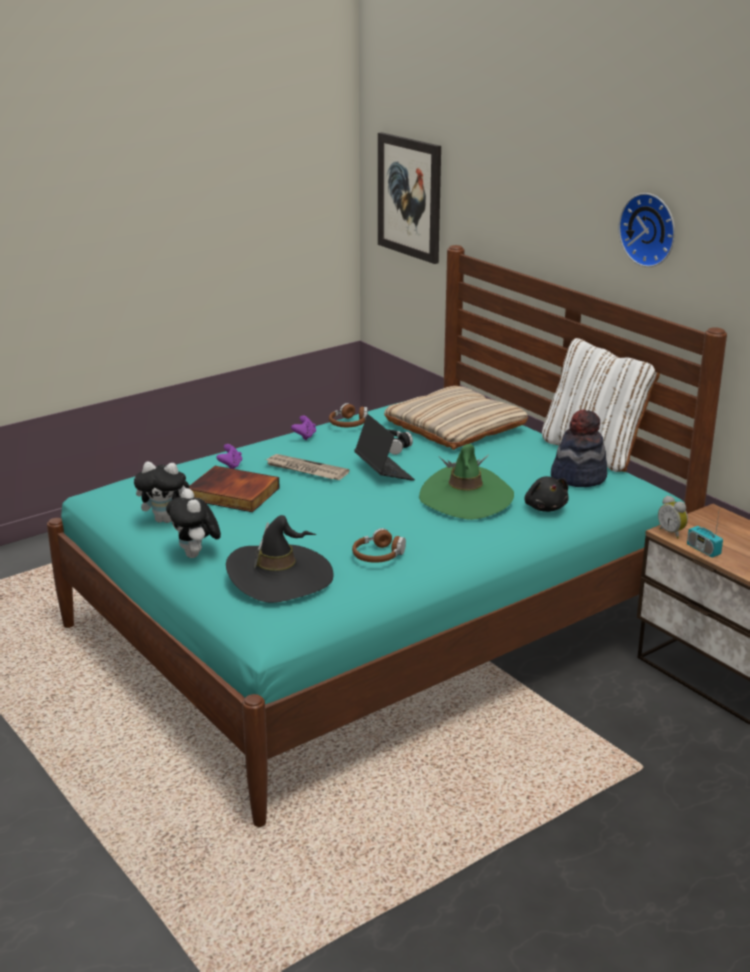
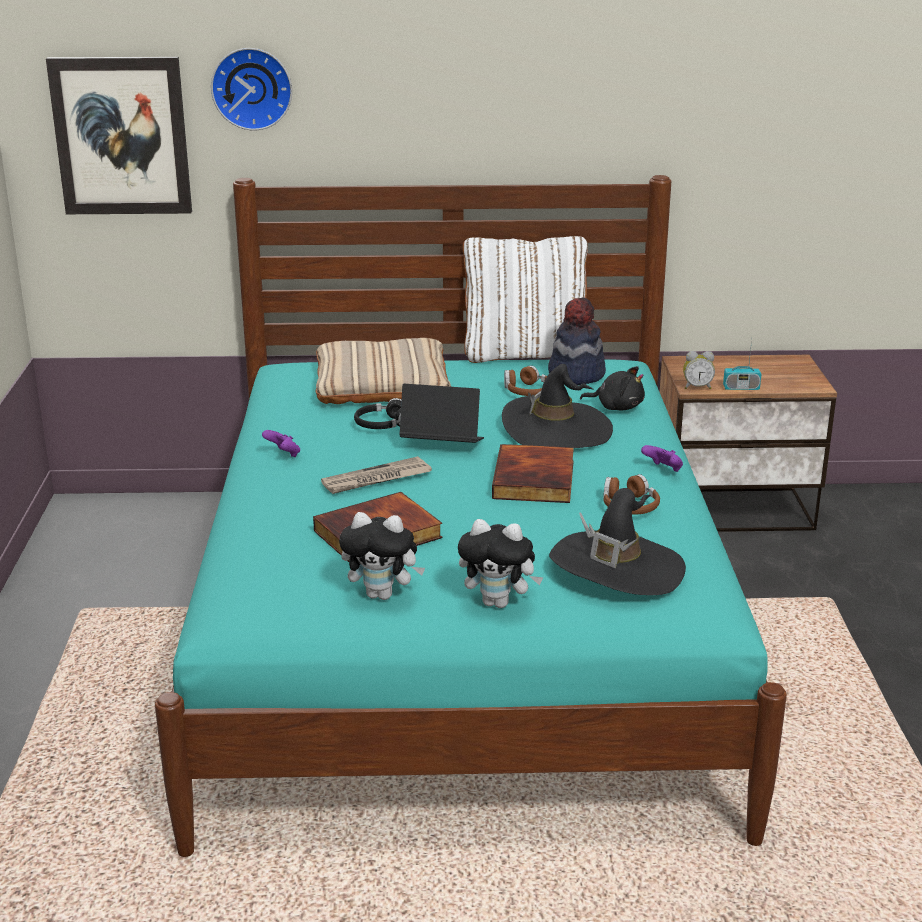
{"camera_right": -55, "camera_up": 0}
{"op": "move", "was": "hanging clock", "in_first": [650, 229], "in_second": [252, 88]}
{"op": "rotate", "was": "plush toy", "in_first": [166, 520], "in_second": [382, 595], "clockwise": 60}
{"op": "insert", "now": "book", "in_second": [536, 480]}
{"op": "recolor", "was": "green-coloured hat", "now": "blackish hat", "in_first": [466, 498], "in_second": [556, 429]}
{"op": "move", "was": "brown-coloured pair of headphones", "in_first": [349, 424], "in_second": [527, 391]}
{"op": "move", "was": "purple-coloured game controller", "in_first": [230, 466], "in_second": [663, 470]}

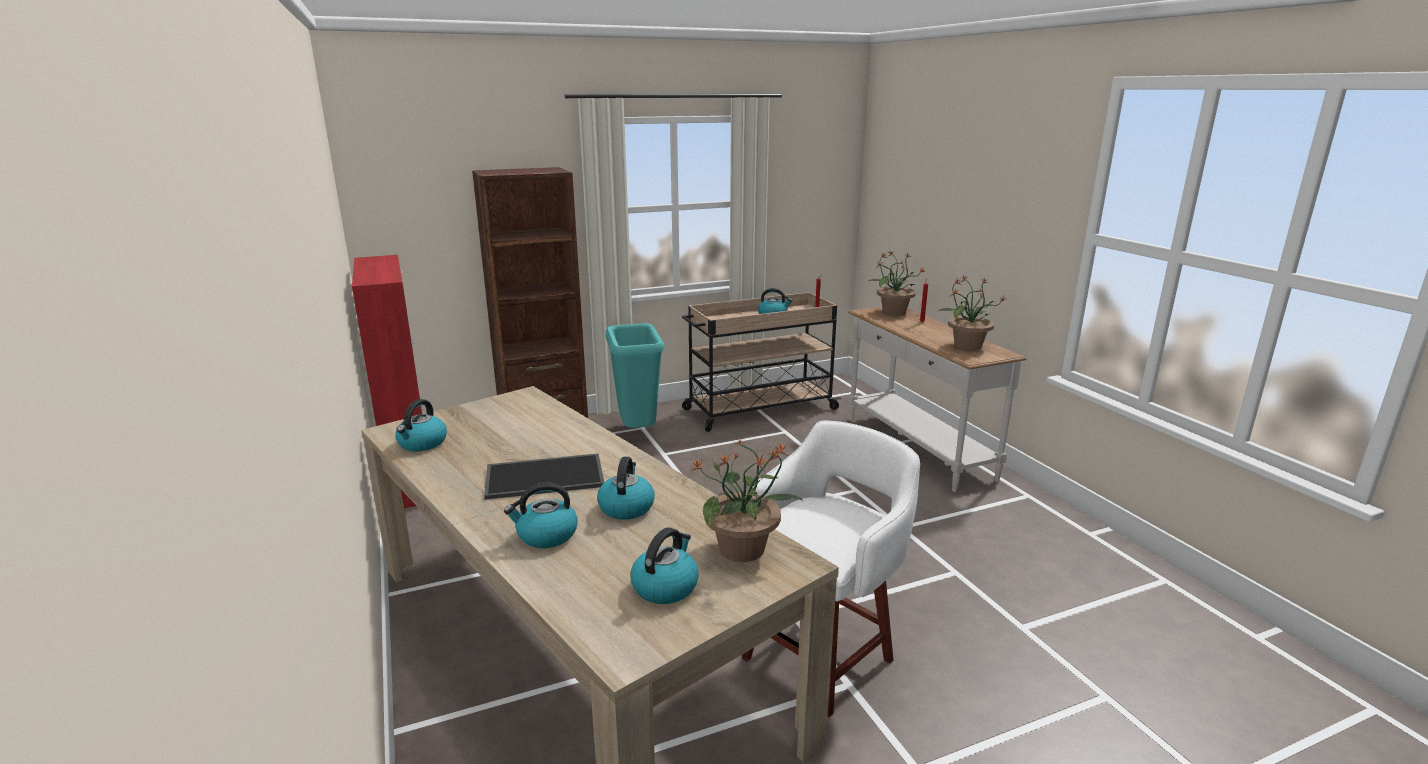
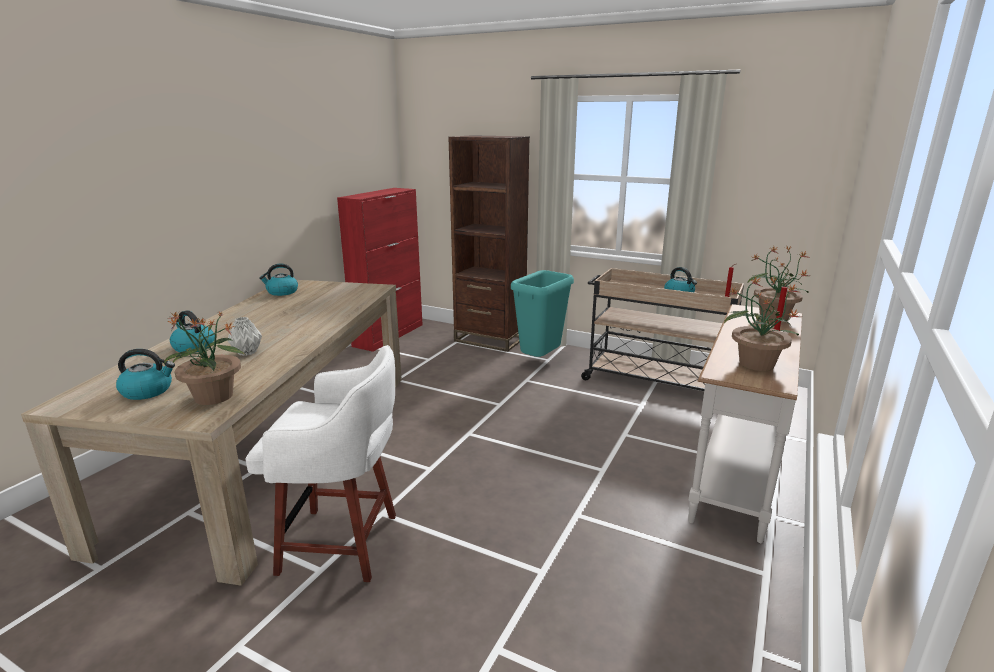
{"camera_right": 50, "camera_up": 0}
{"op": "replace", "was": "kettle", "now": "greyish vase", "in_first": [626, 507], "in_second": [247, 352]}
{"op": "delete", "was": "carrying tray", "in_first": [546, 476]}

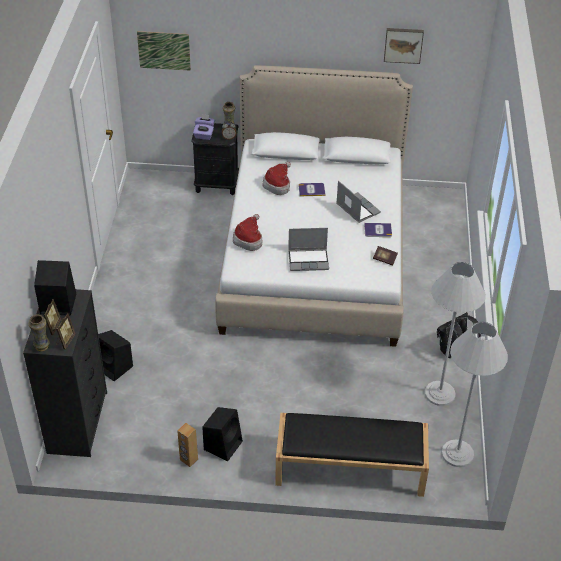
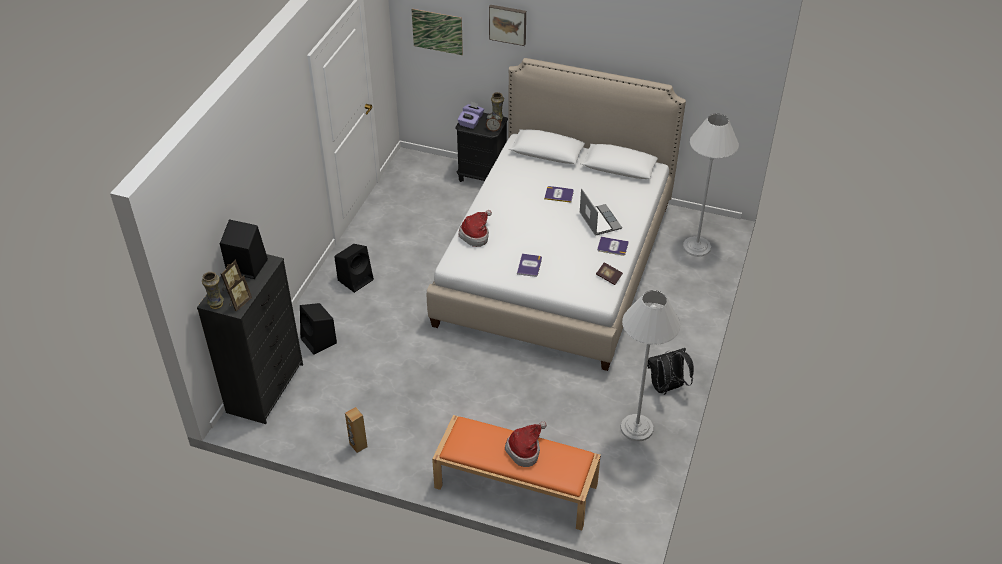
{"camera_right": 15, "camera_up": 0}
{"op": "move", "was": "blackish loudspeaker", "in_first": [223, 444], "in_second": [356, 279]}
{"op": "recolor", "was": "blackish long seat", "now": "orange long seat", "in_first": [349, 468], "in_second": [514, 486]}
{"op": "move", "was": "picture", "in_first": [403, 44], "in_second": [508, 24]}
{"op": "move", "was": "hat", "in_first": [278, 185], "in_second": [525, 450]}
{"op": "replace", "was": "notebook computer", "now": "book", "in_first": [309, 260], "in_second": [529, 265]}
{"op": "move", "was": "whitish standard lamp", "in_first": [457, 453], "in_second": [696, 247]}

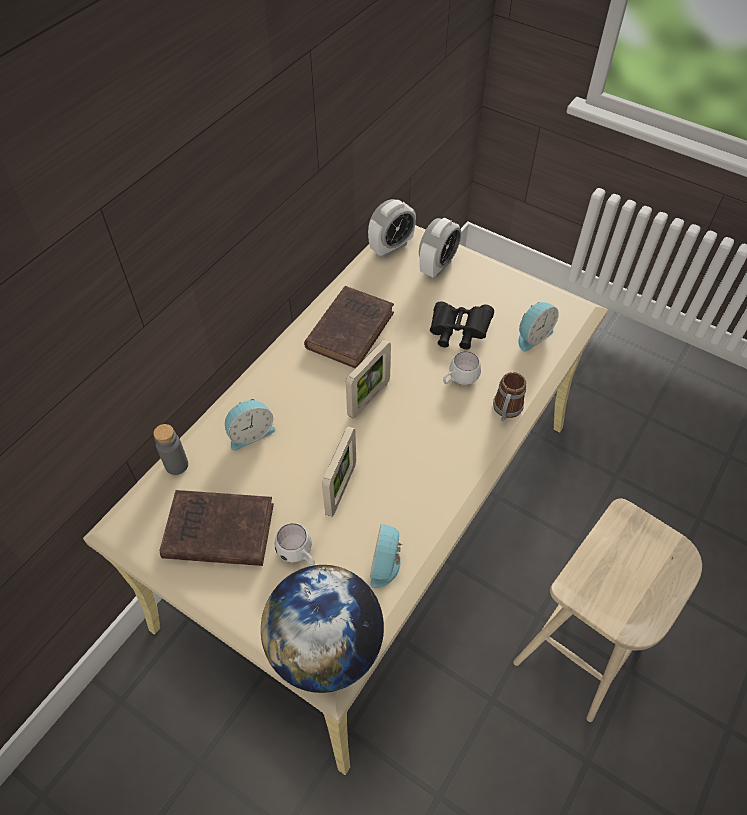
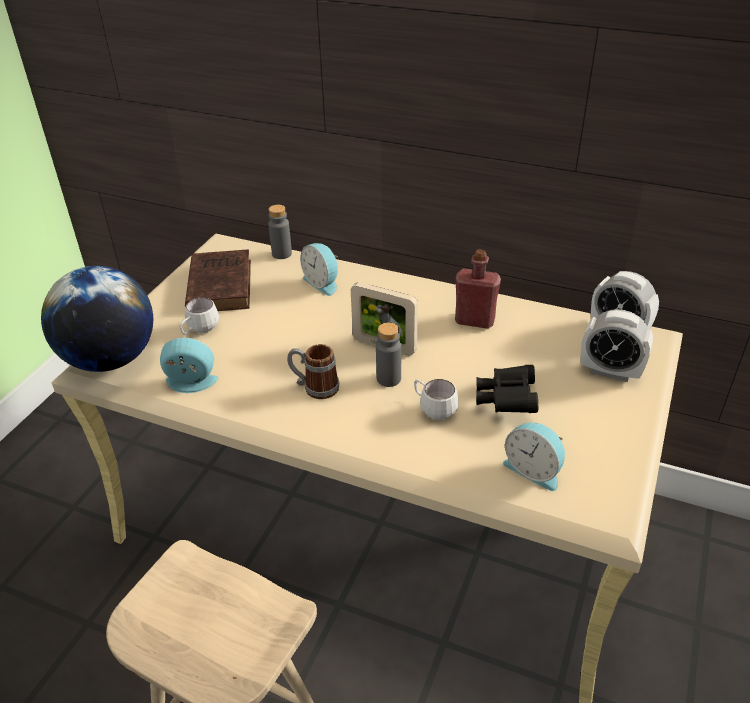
{"camera_right": 80, "camera_up": -15}
{"op": "move", "was": "tea mug", "in_first": [506, 411], "in_second": [315, 387]}
{"op": "insert", "now": "greyish bottle", "in_second": [388, 379]}
{"op": "replace", "was": "brown-coloured book", "now": "reddish bottle", "in_first": [351, 329], "in_second": [474, 321]}
{"op": "delete", "was": "photo frame", "in_first": [341, 489]}

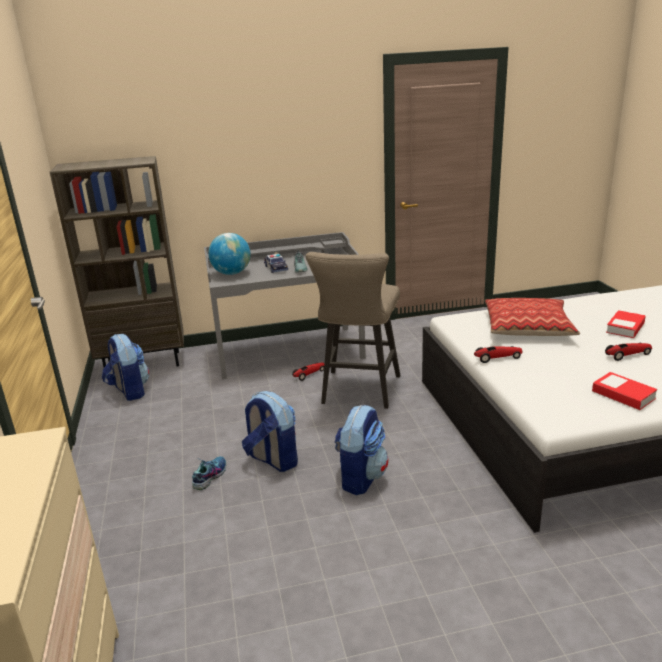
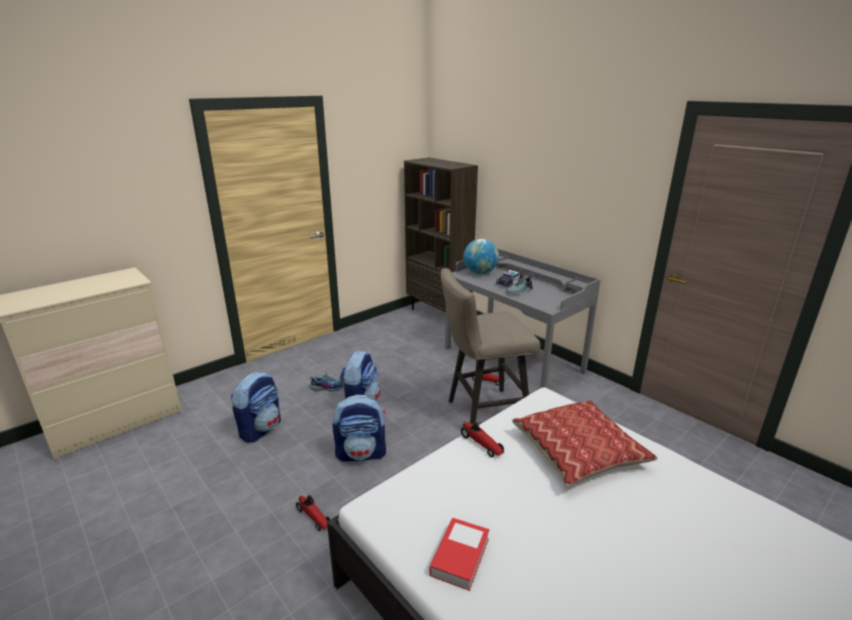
{"camera_right": 60, "camera_up": 0}
{"op": "move", "was": "knapsack", "in_first": [129, 391], "in_second": [261, 429]}
{"op": "move", "was": "model car", "in_first": [627, 355], "in_second": [313, 516]}
{"op": "delete", "was": "book", "in_first": [625, 328]}

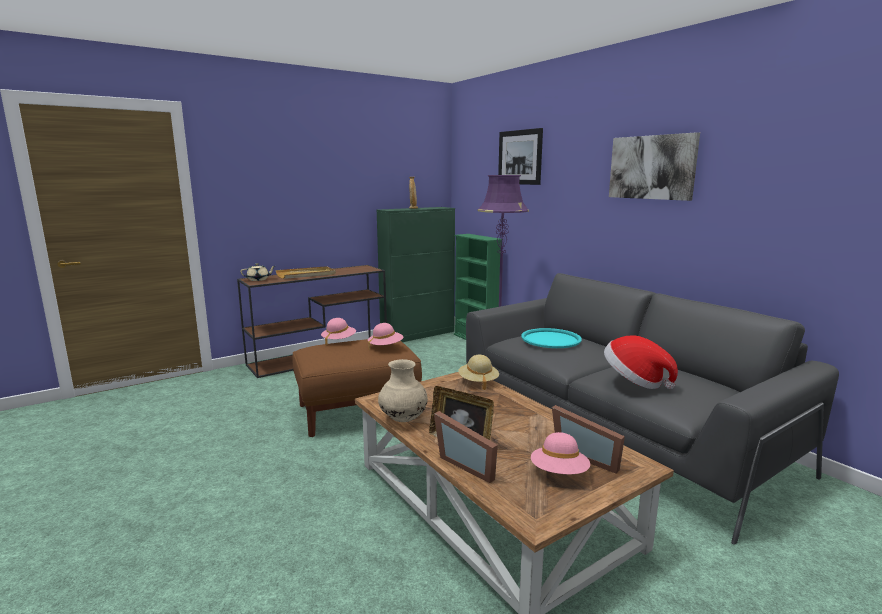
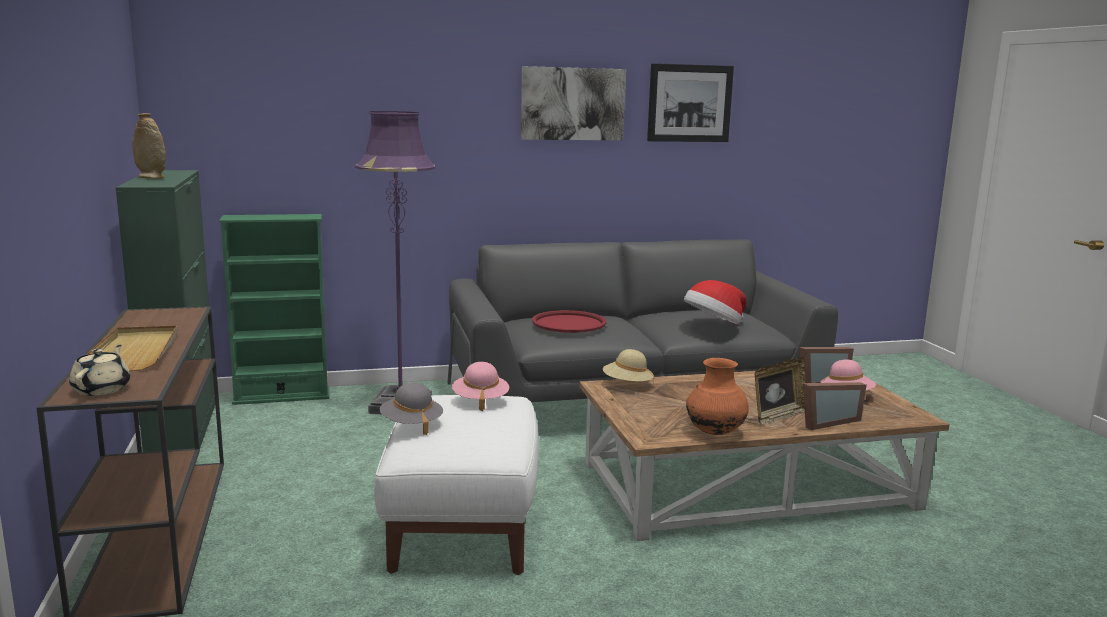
{"camera_right": -70, "camera_up": 0}
{"op": "recolor", "was": "brown-coloured ottoman", "now": "whitish ottoman", "in_first": [358, 411], "in_second": [463, 524]}
{"op": "recolor", "was": "pink-coloured hat", "now": "greyish hat", "in_first": [339, 341], "in_second": [411, 424]}
{"op": "recolor", "was": "turquoise-coloured carrying tray", "now": "reddish carrying tray", "in_first": [550, 339], "in_second": [569, 323]}
{"op": "move", "was": "picture", "in_first": [520, 157], "in_second": [689, 103]}
{"op": "recolor", "was": "beige-coloured vase", "now": "orange vase", "in_first": [403, 419], "in_second": [715, 432]}

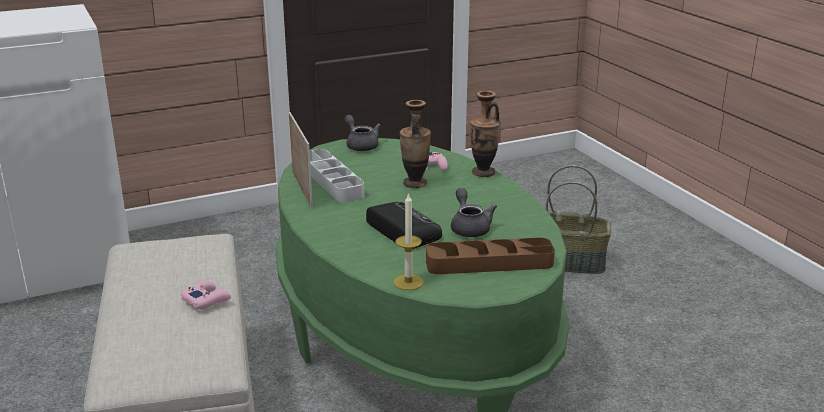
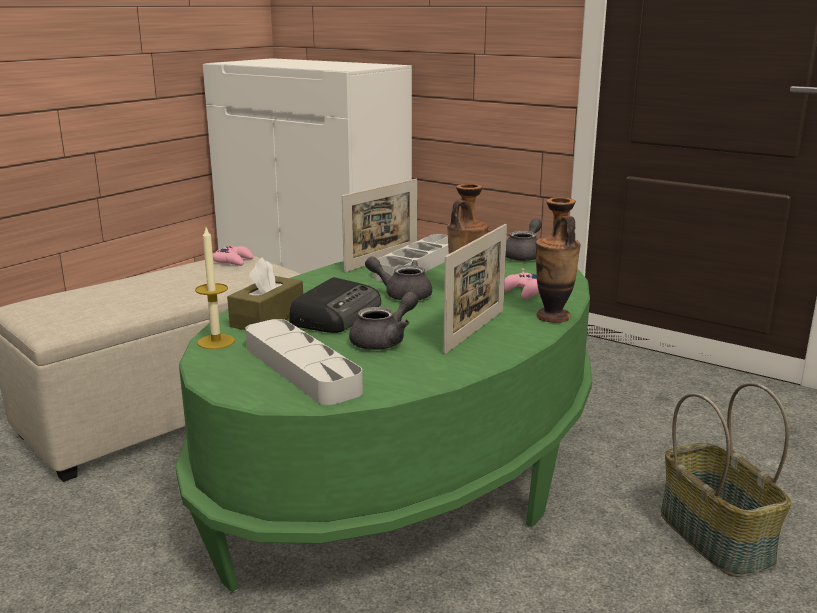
{"camera_right": 60, "camera_up": -5}
{"op": "move", "was": "pink-coloured game controller", "in_first": [206, 300], "in_second": [233, 261]}
{"op": "insert", "now": "brown-coloured box of tissues", "in_second": [267, 318]}
{"op": "recolor", "was": "brown-coloured carrying tray", "now": "greyish carrying tray", "in_first": [489, 263], "in_second": [301, 368]}
{"op": "insert", "now": "greyish pot for tea", "in_second": [402, 294]}
{"op": "insert", "now": "photo frame", "in_second": [475, 331]}

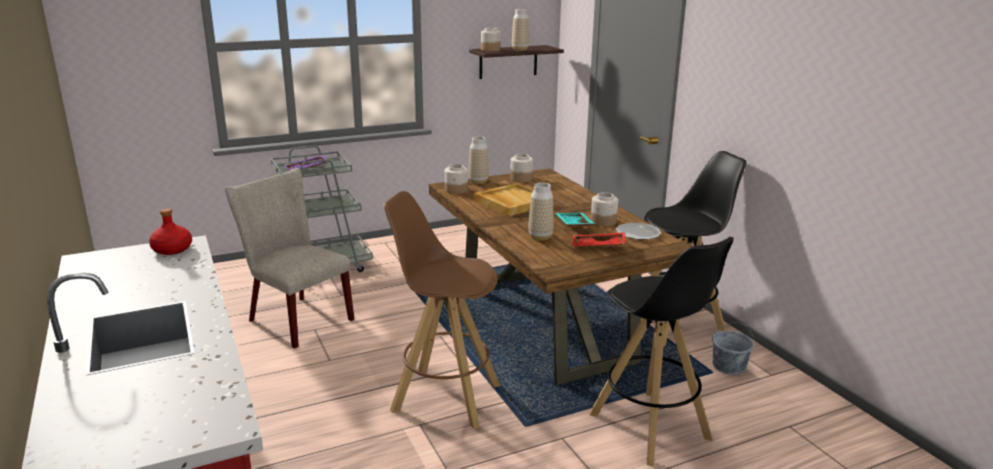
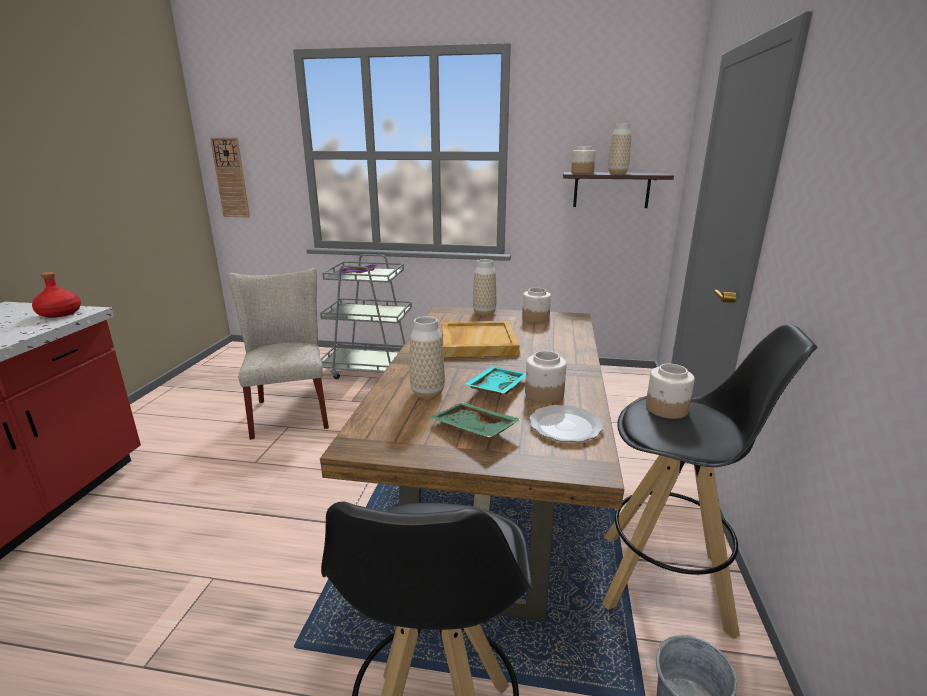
{"camera_right": 35, "camera_up": 0}
{"op": "insert", "now": "hanging clock", "in_second": [231, 178]}
{"op": "recolor", "was": "reddish carrying tray", "now": "green-coloured carrying tray", "in_first": [598, 247], "in_second": [473, 430]}
{"op": "move", "was": "storage jar", "in_first": [456, 190], "in_second": [666, 409]}
{"op": "delete", "was": "brown-coloured stool seat", "in_first": [445, 397]}

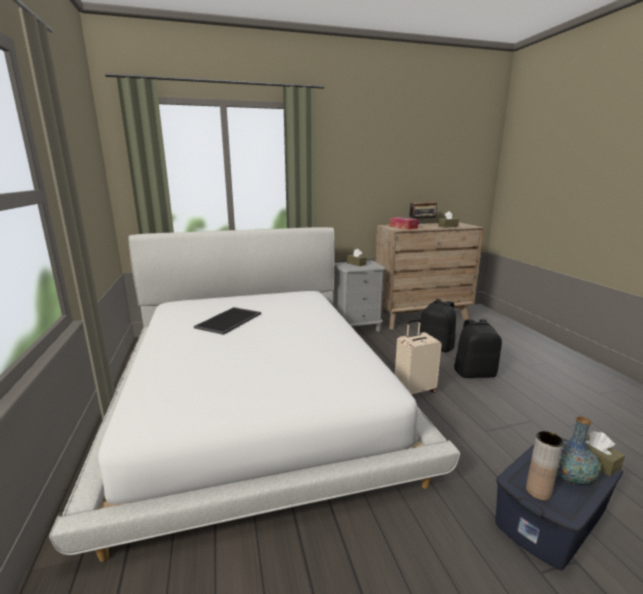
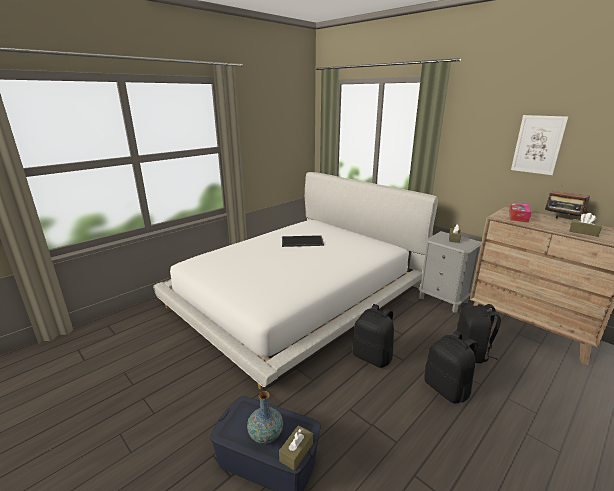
{"camera_right": 60, "camera_up": 5}
{"op": "replace", "was": "beige-coloured travel case", "now": "blackish knapsack", "in_first": [414, 390], "in_second": [373, 357]}
{"op": "insert", "now": "picture", "in_second": [538, 144]}
{"op": "delete", "was": "brown-coloured vase", "in_first": [538, 491]}

